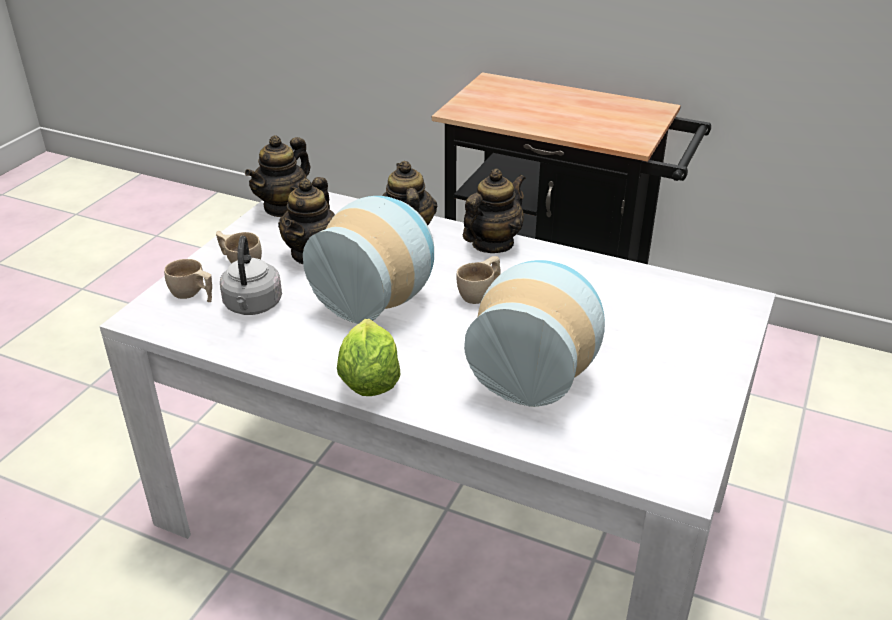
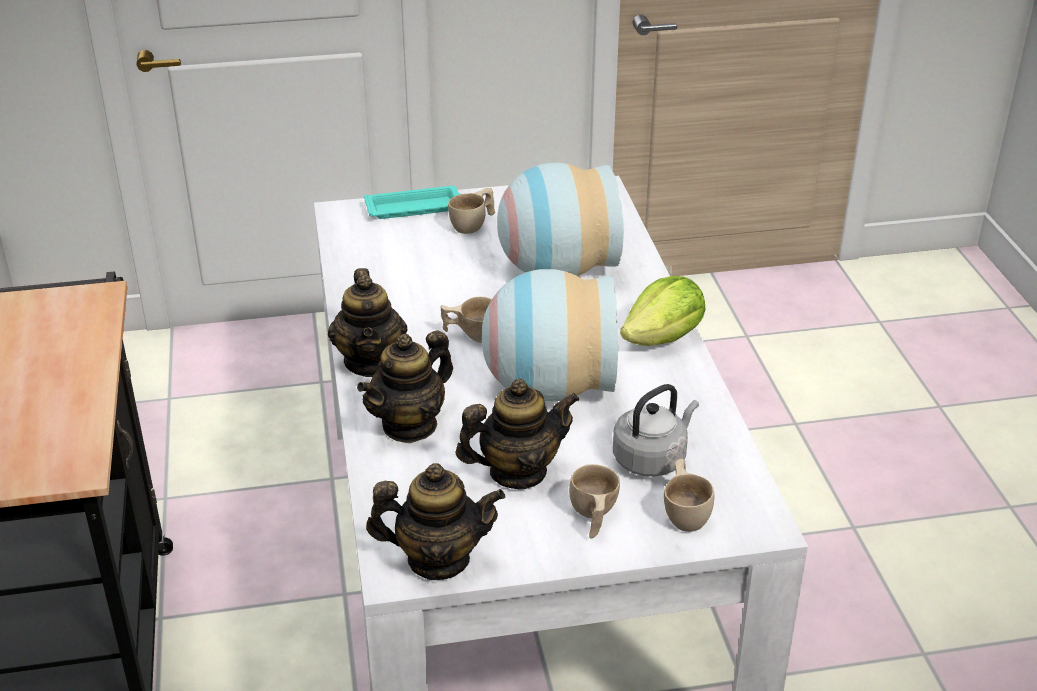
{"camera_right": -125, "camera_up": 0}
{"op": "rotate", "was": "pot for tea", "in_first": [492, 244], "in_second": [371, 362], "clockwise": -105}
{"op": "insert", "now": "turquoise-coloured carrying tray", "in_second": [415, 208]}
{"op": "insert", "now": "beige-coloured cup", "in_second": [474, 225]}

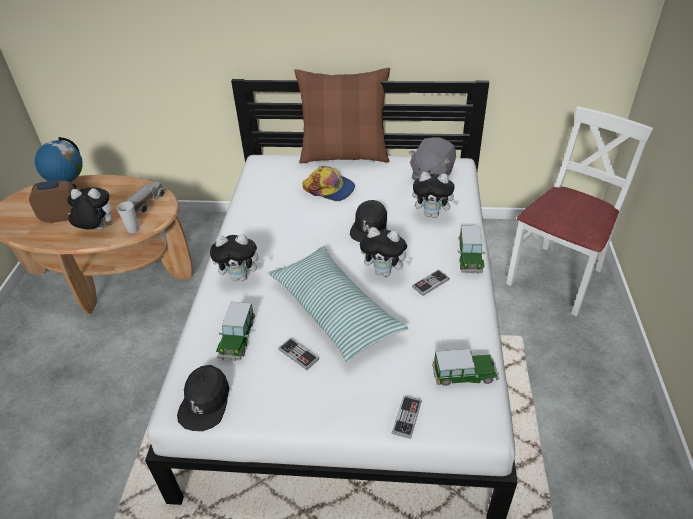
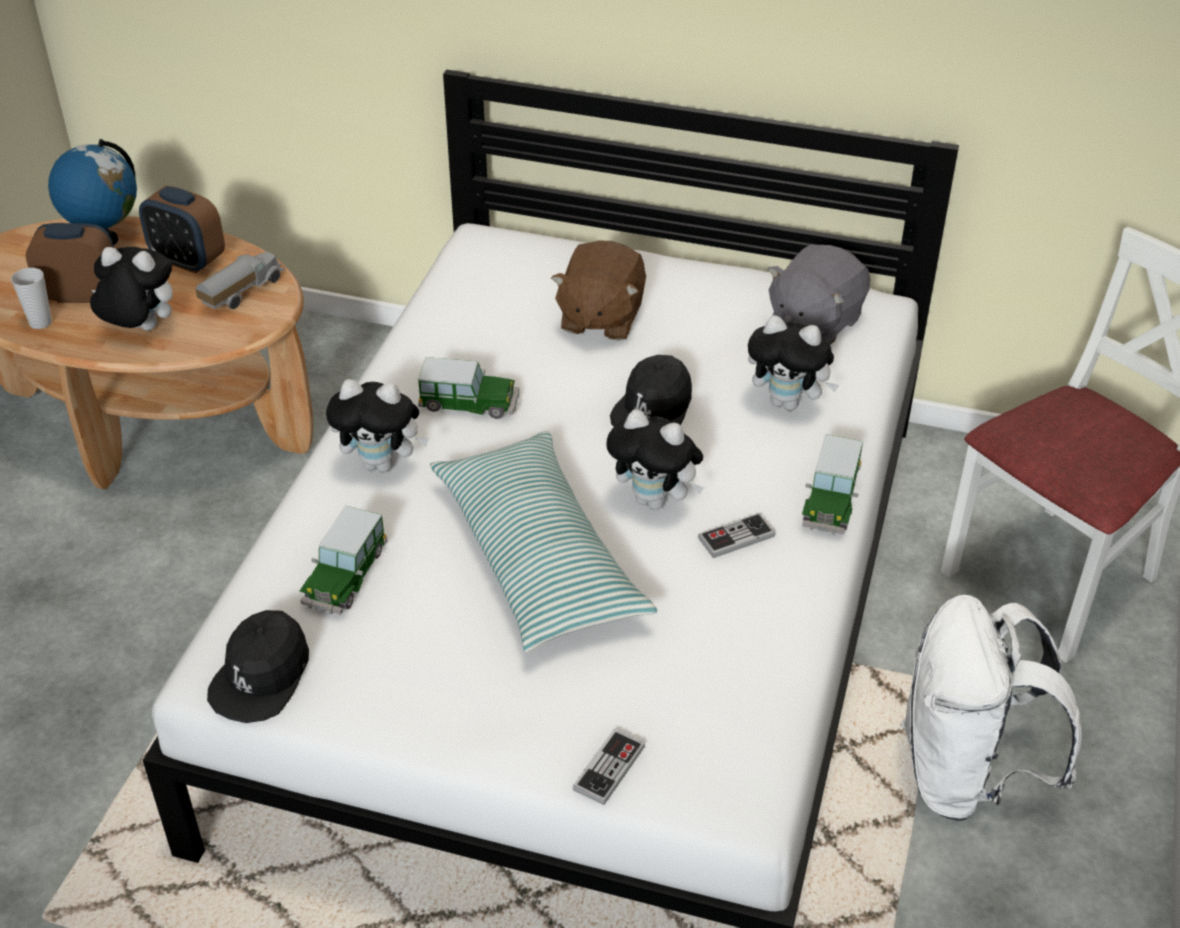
{"camera_right": 10, "camera_up": 0}
{"op": "move", "was": "cup", "in_first": [133, 229], "in_second": [40, 322]}
{"op": "insert", "now": "table clock", "in_second": [188, 260]}
{"op": "move", "was": "model car", "in_first": [464, 374], "in_second": [469, 403]}
{"op": "replace", "was": "peaked cap", "now": "brown-coloured plush toy", "in_first": [329, 189], "in_second": [600, 318]}
{"op": "insert", "now": "whitish knapsack", "in_second": [966, 775]}
{"op": "delete", "was": "game controller", "in_first": [298, 354]}
{"op": "delete", "was": "brown-coloured throw pillow", "in_first": [344, 155]}

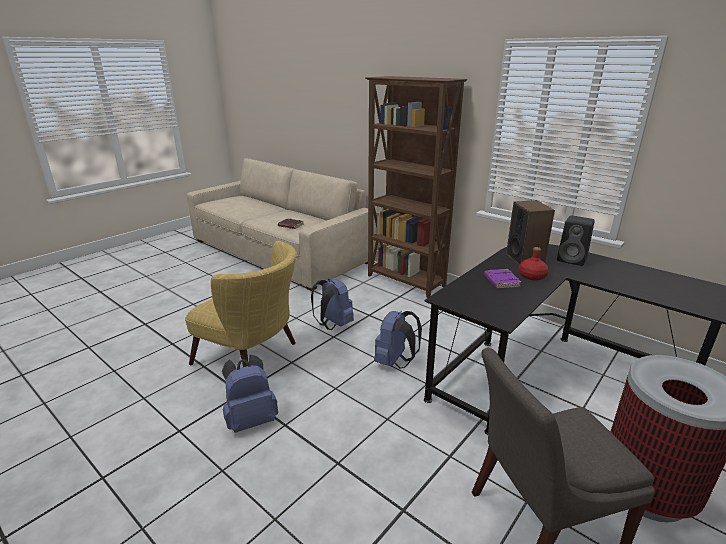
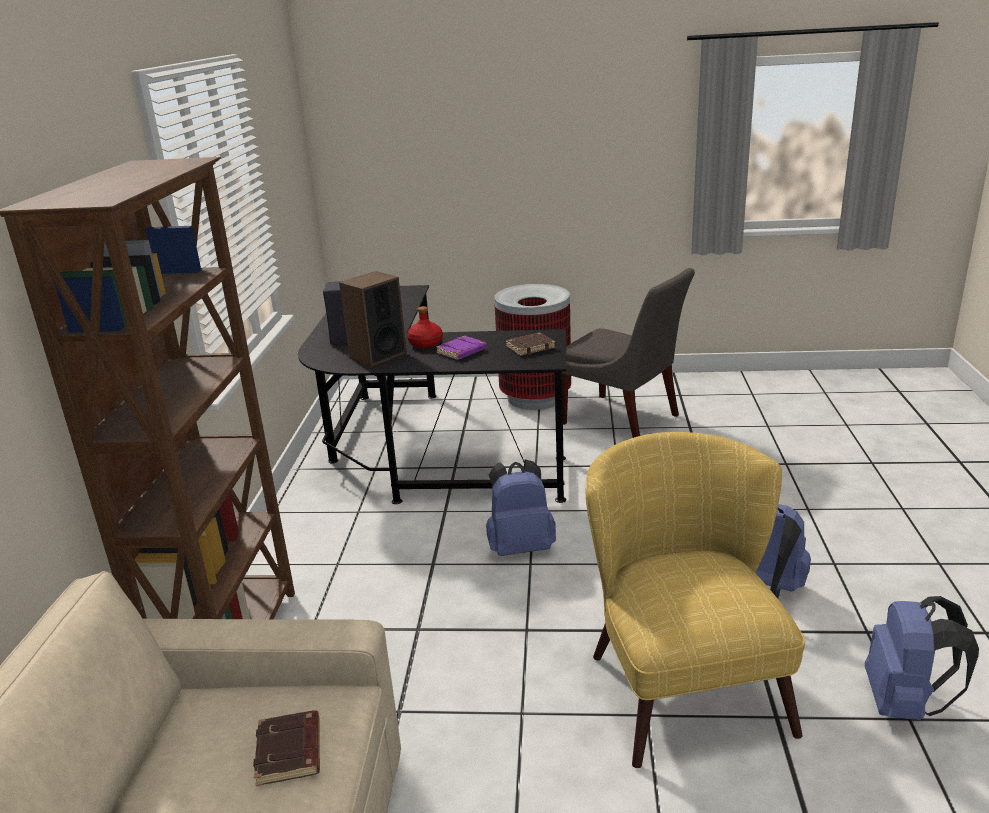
{"camera_right": -125, "camera_up": 0}
{"op": "insert", "now": "brown-coloured book", "in_second": [530, 347]}
{"op": "move", "was": "bluish knapsack", "in_first": [333, 324], "in_second": [904, 703]}

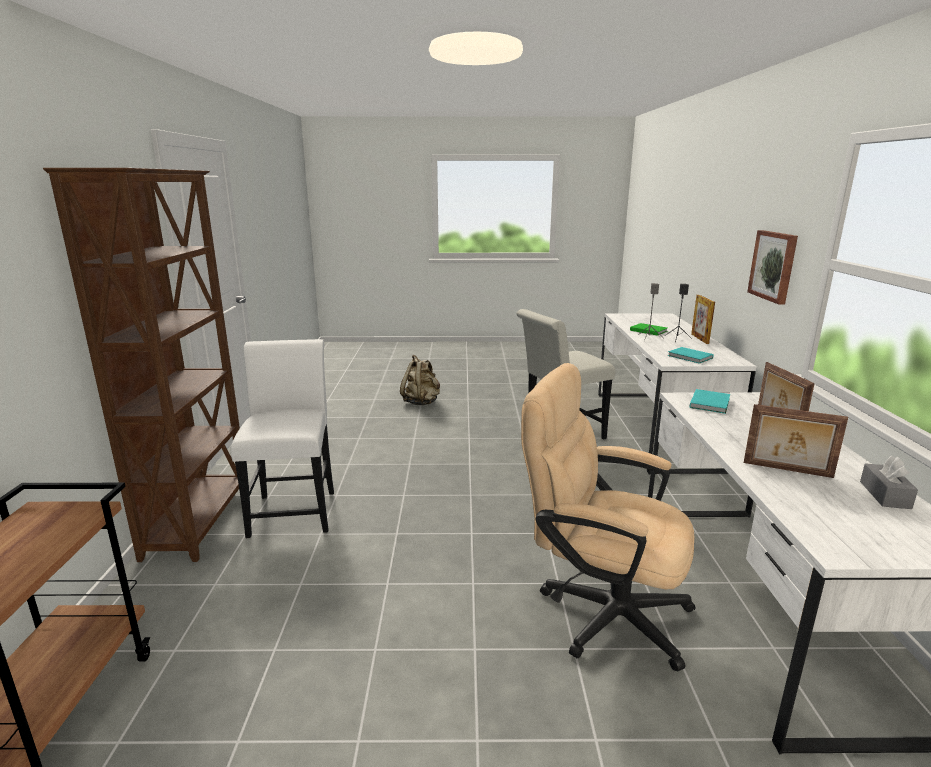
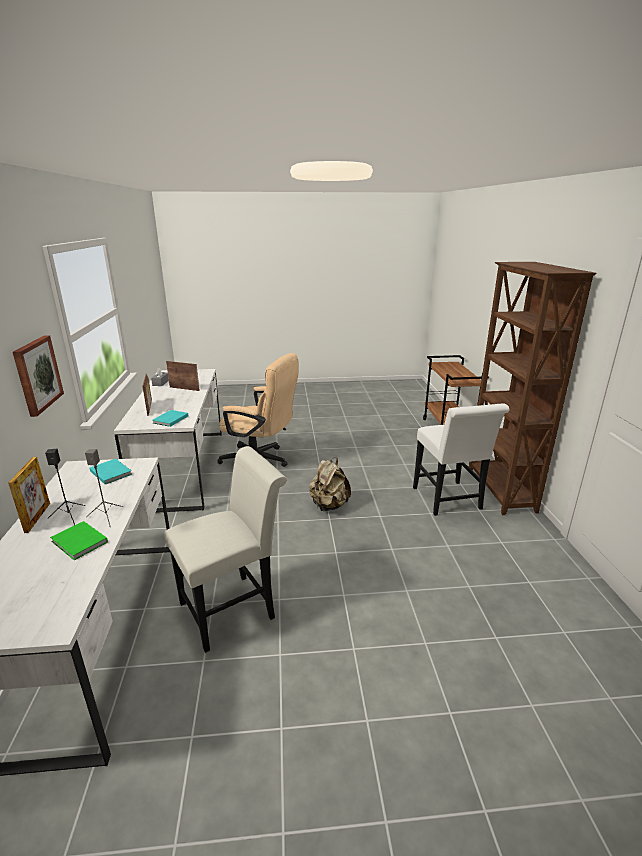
{"camera_right": 175, "camera_up": 5}
{"op": "move", "was": "beige-coloured knapsack", "in_first": [421, 402], "in_second": [329, 505]}

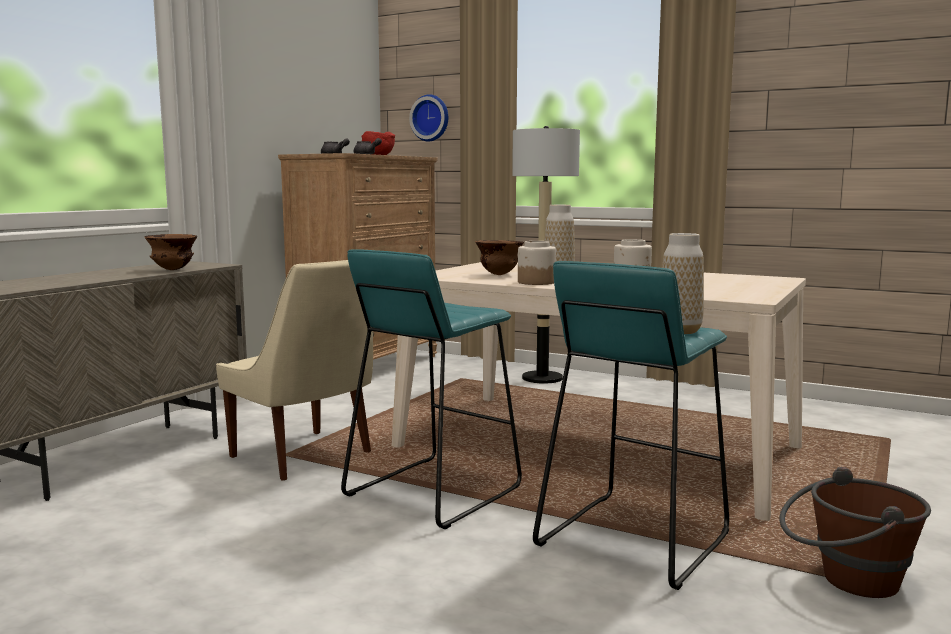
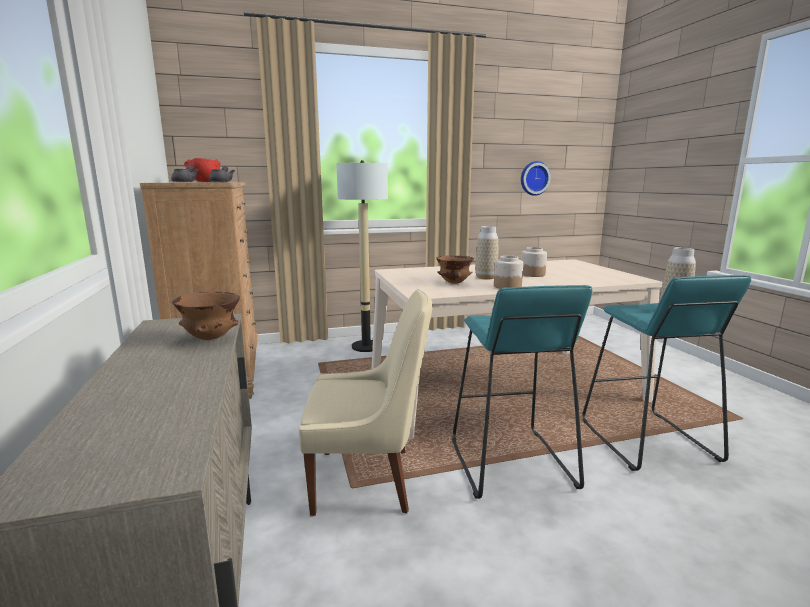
{"camera_right": -45, "camera_up": 5}
{"op": "move", "was": "hanging clock", "in_first": [431, 118], "in_second": [534, 178]}
{"op": "delete", "was": "brown-coloured bucket", "in_first": [846, 581]}

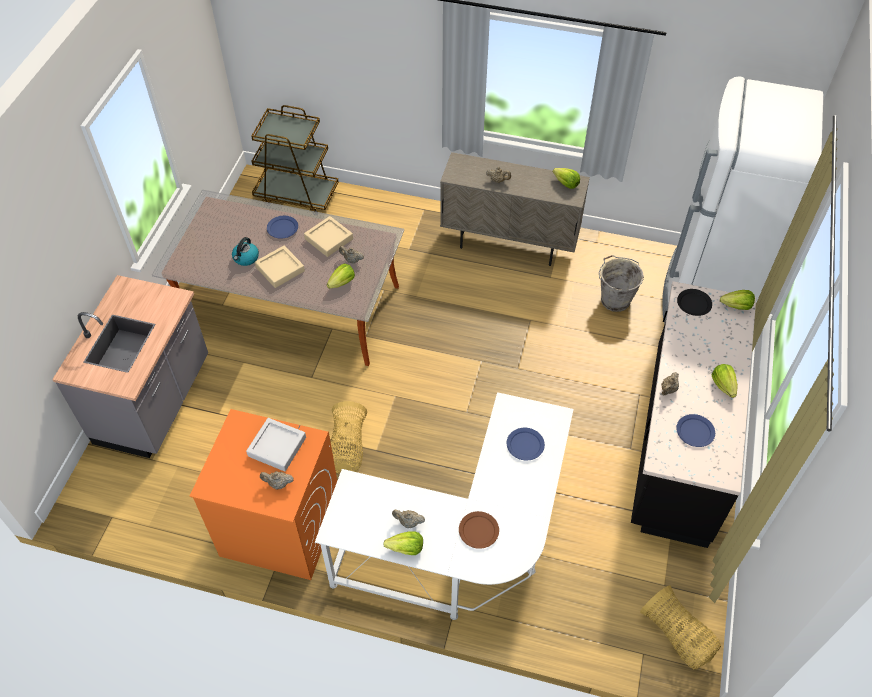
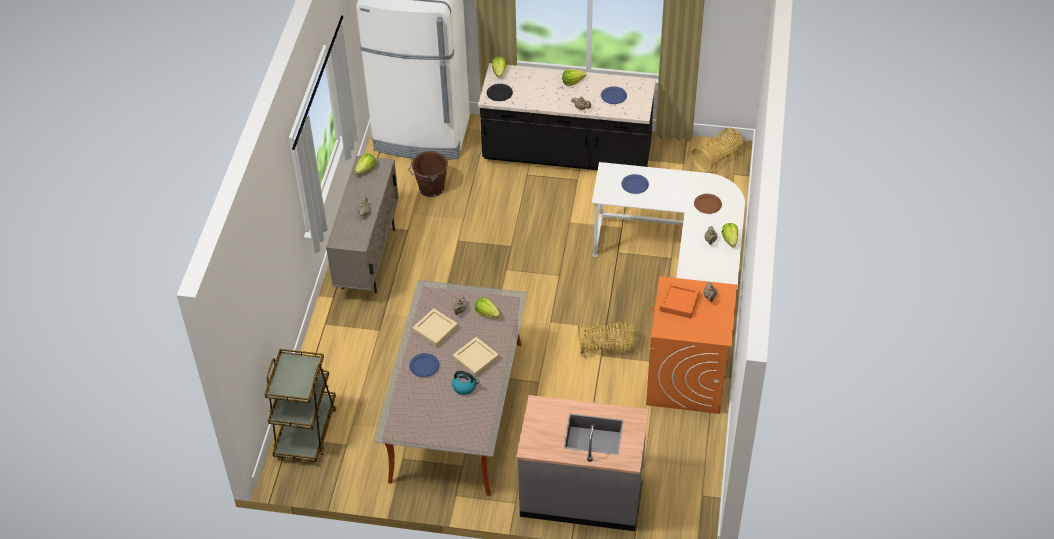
{"camera_right": -95, "camera_up": -5}
{"op": "recolor", "was": "greyish bucket", "now": "brown-coloured bucket", "in_first": [614, 299], "in_second": [430, 188]}
{"op": "recolor", "was": "greyish carrying tray", "now": "orange carrying tray", "in_first": [277, 447], "in_second": [679, 303]}

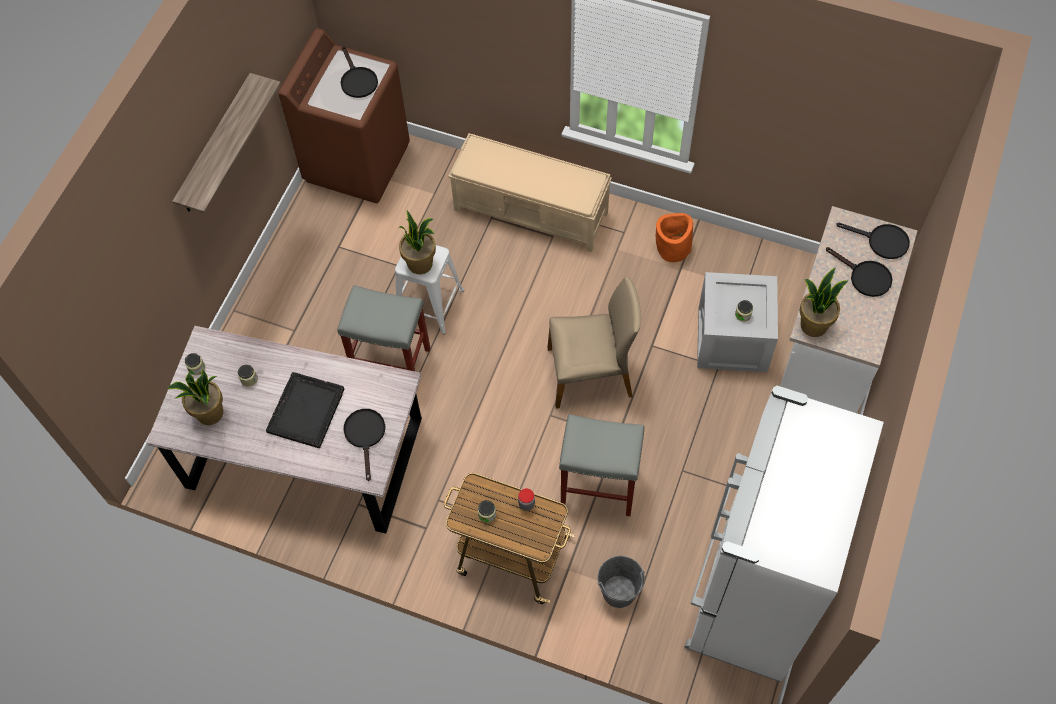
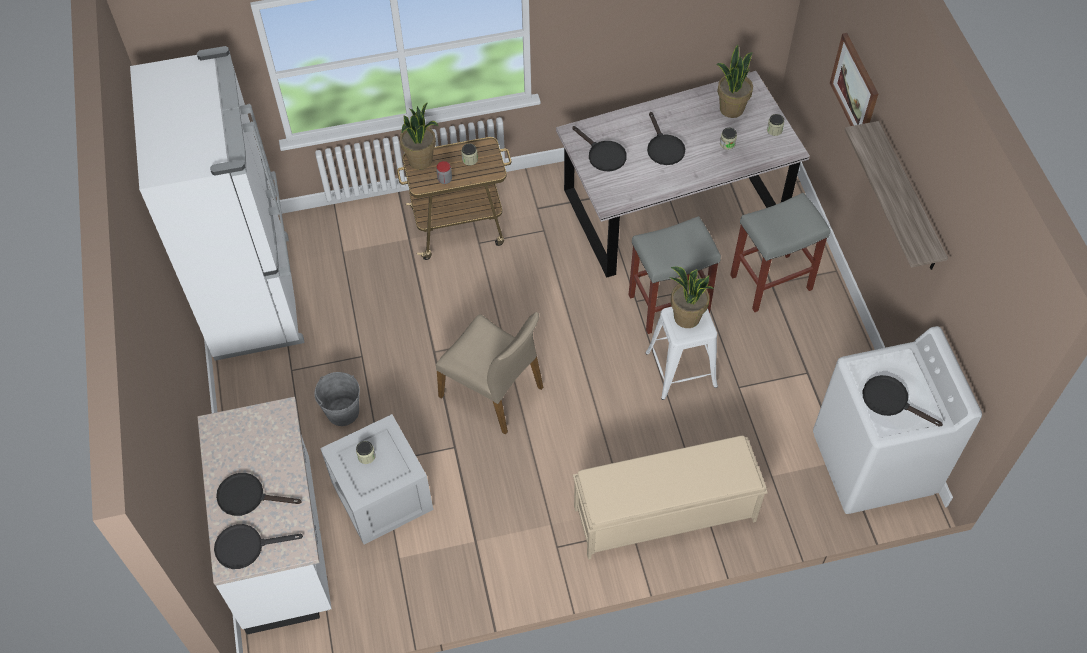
{"camera_right": 145, "camera_up": -5}
{"op": "move", "was": "greyish bucket", "in_first": [619, 591], "in_second": [343, 411]}
{"op": "move", "was": "potted plant", "in_first": [813, 325], "in_second": [421, 160]}
{"op": "rotate", "was": "beige-coloured upright chair", "in_first": [591, 373], "in_second": [493, 391], "clockwise": -105}
{"op": "replace", "was": "blackish carrying tray", "now": "blackish skillet", "in_first": [306, 410], "in_second": [663, 147]}
{"op": "move", "was": "greyish stool seat", "in_first": [600, 486], "in_second": [770, 283]}
{"op": "recolor", "was": "brown-coloured washing machine", "now": "whitish washing machine", "in_first": [357, 162], "in_second": [873, 464]}
{"op": "insert", "now": "picture", "in_second": [855, 87]}
{"op": "delete", "was": "orange planter", "in_first": [673, 248]}

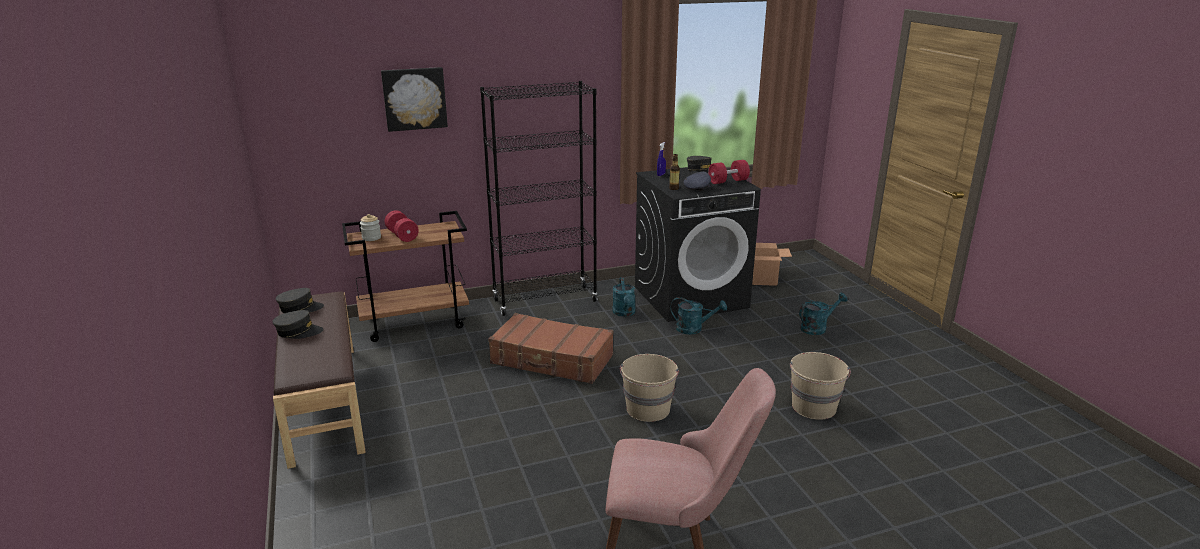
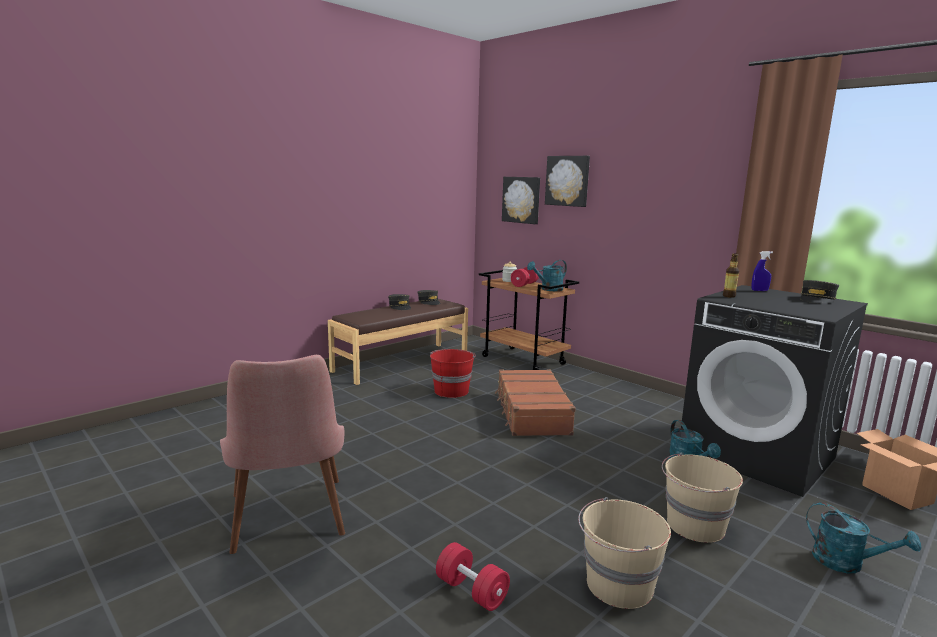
{"camera_right": 65, "camera_up": -10}
{"op": "insert", "now": "reddish bucket", "in_second": [451, 391]}
{"op": "move", "was": "reddish free weight", "in_first": [728, 181], "in_second": [471, 591]}
{"op": "insert", "now": "picture", "in_second": [521, 200]}
{"op": "move", "was": "turquoise-coloured watering pot", "in_first": [624, 313], "in_second": [548, 289]}
{"op": "move", "was": "beige-coloured bucket", "in_first": [648, 409], "in_second": [694, 526]}
{"op": "delete", "was": "blackish bookshelf", "in_first": [545, 301]}
{"op": "delete", "was": "greyish peaked cap", "in_first": [697, 187]}

